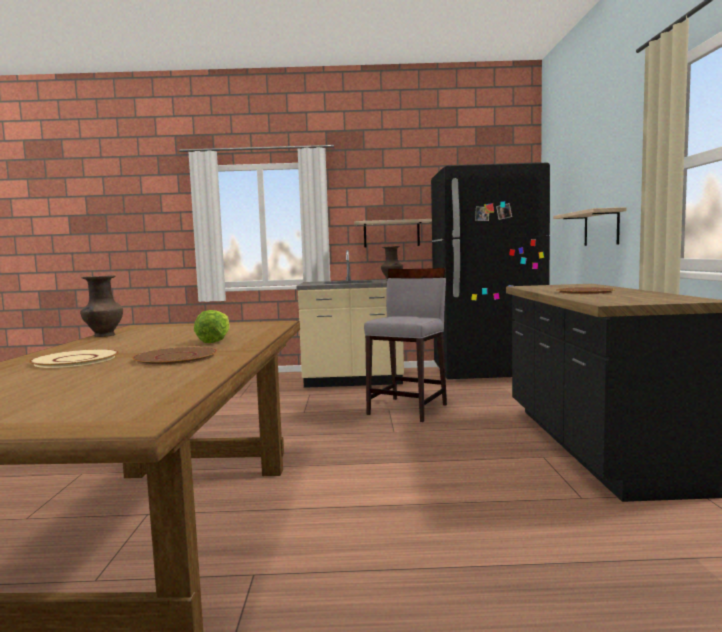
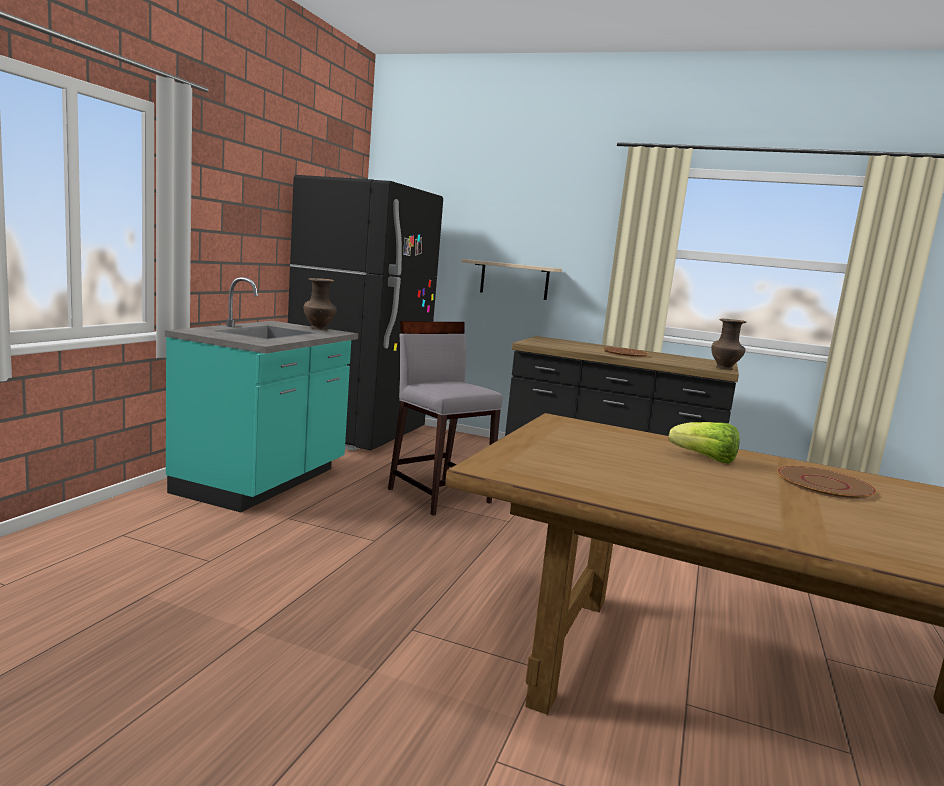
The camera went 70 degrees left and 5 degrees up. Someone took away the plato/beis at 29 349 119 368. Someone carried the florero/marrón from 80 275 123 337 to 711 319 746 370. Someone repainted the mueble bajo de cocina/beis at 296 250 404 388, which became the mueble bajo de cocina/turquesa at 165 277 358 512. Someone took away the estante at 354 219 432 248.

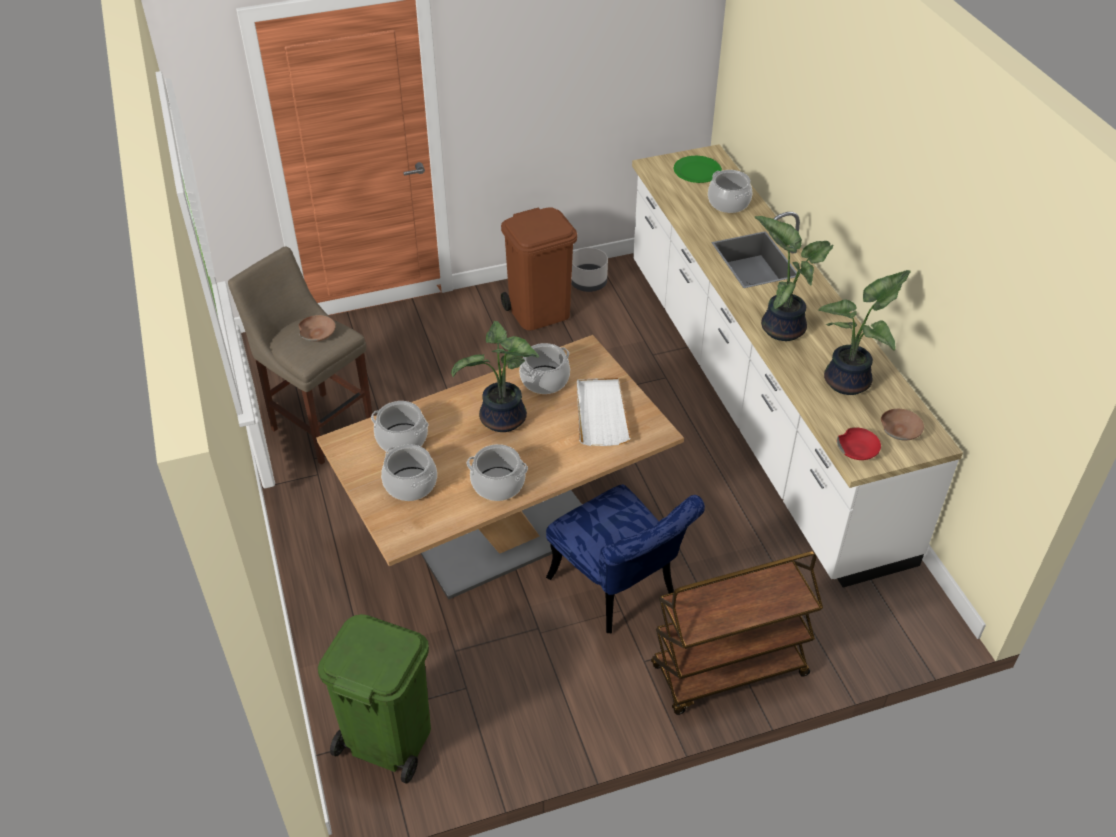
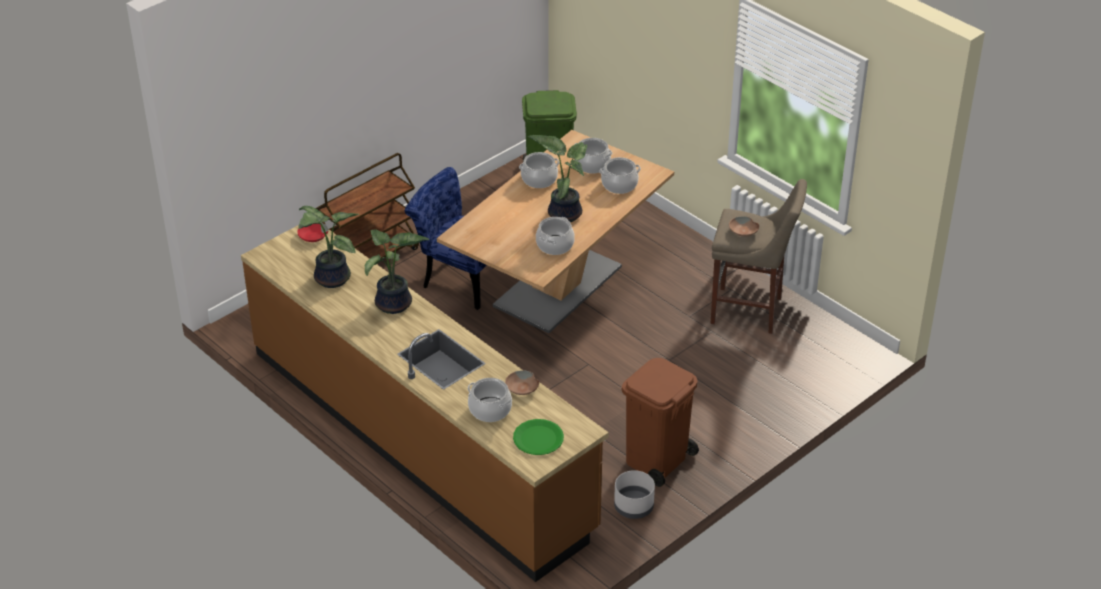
The camera went 155 degrees right and 5 degrees down. Someone took away the bandeja/blanco at 577 378 631 446. Someone repainted the mueble bajo de cocina/blanco at 632 144 963 588, which became the mueble bajo de cocina/marrón at 241 225 609 582. Someone carried the cuenco/marrón from 881 409 924 440 to 505 370 539 395.

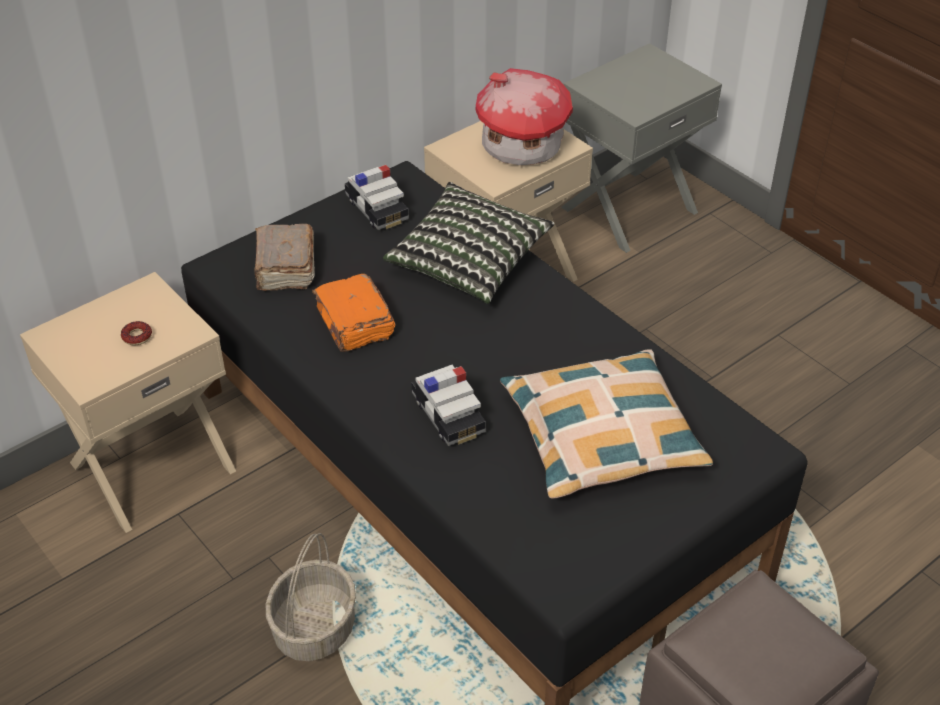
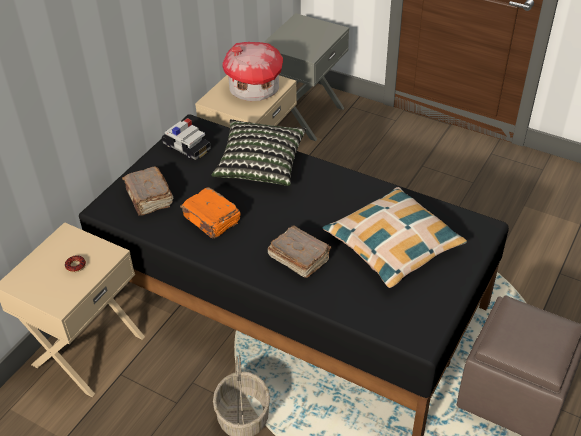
The camera went 20 degrees left and 0 degrees up. Someone swapped the coche de juguete at 412 365 486 446 for the libro/marrón at 268 225 332 278.

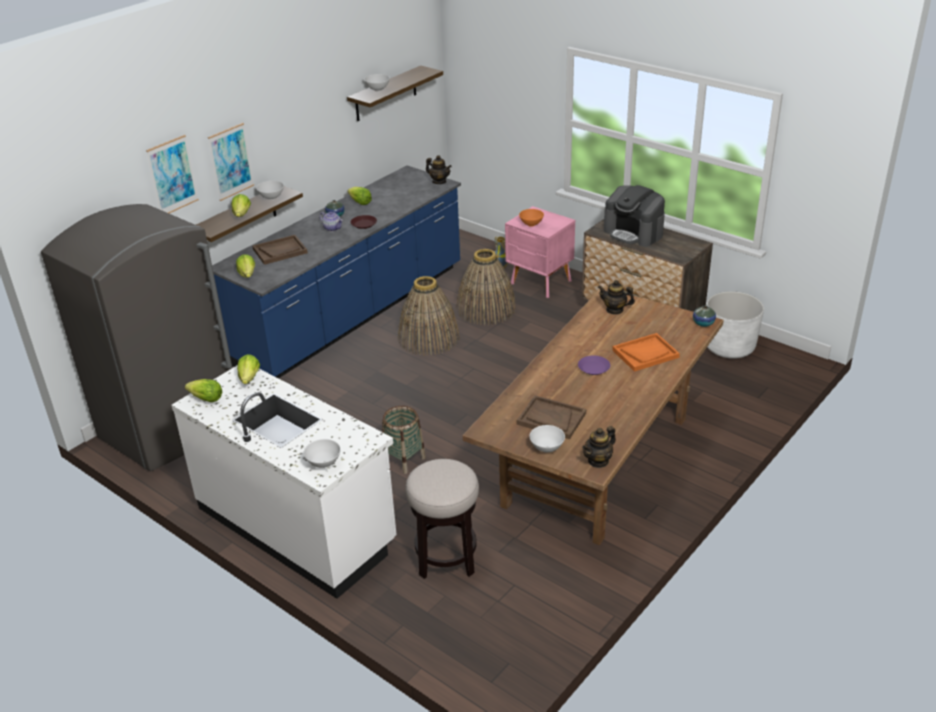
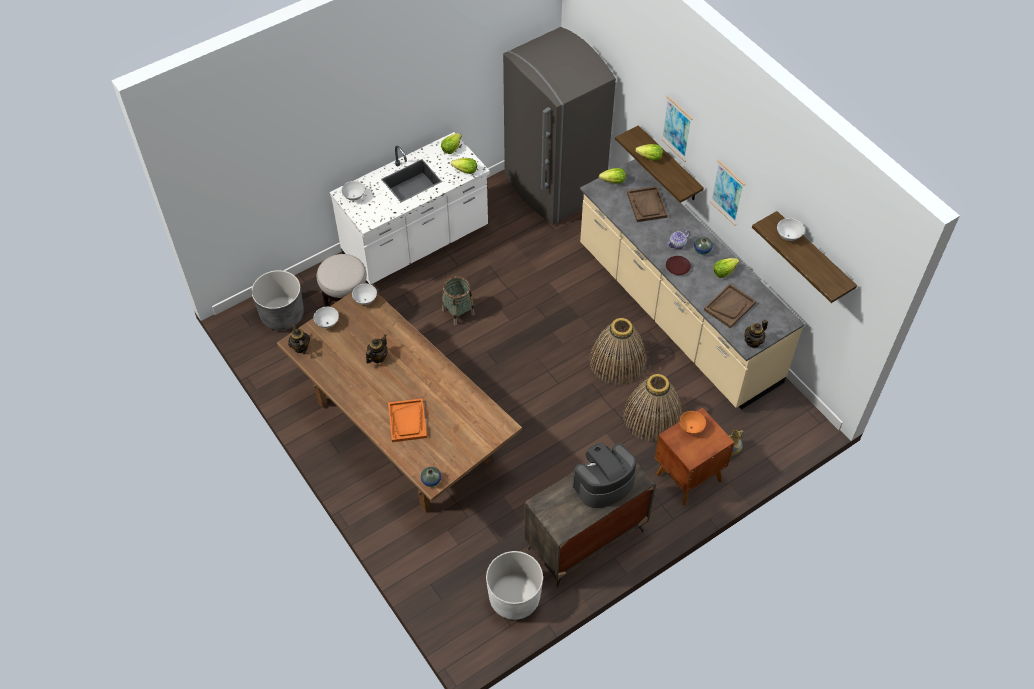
The camera went 105 degrees right and 20 degrees up. Someone carried the cuadro from 146 135 199 213 to 710 160 745 226. Someone repainted the mueble bajo de cocina/azul at 212 165 461 378, which became the mueble bajo de cocina/beis at 580 159 805 409. Someone carried the cuenco/blanco from 256 181 284 200 to 352 284 377 305. Someone repainted the mesita de noche/rosa at 505 206 575 298, which became the mesita de noche/marrón at 655 407 735 506. Someone carried the bandeja/marrón from 517 395 586 439 to 704 284 756 329. Someone took away the plato/morado at 578 356 610 375. Someone carried the tetera from 598 280 635 315 to 366 334 388 363. Someone put down the maceta/gris at 251 270 304 330.

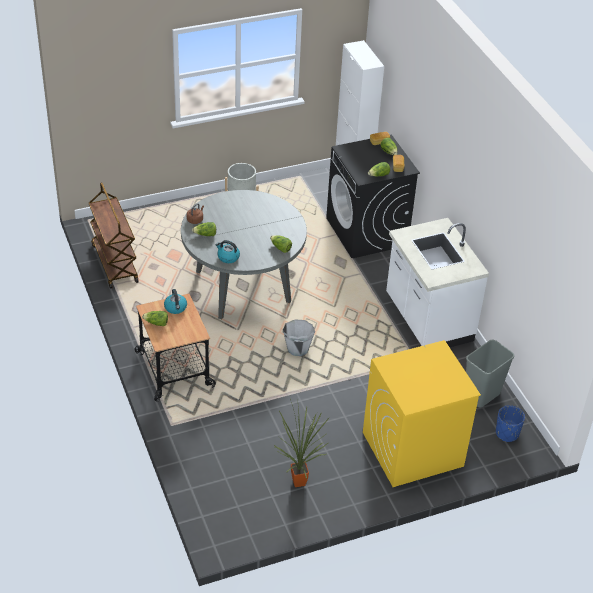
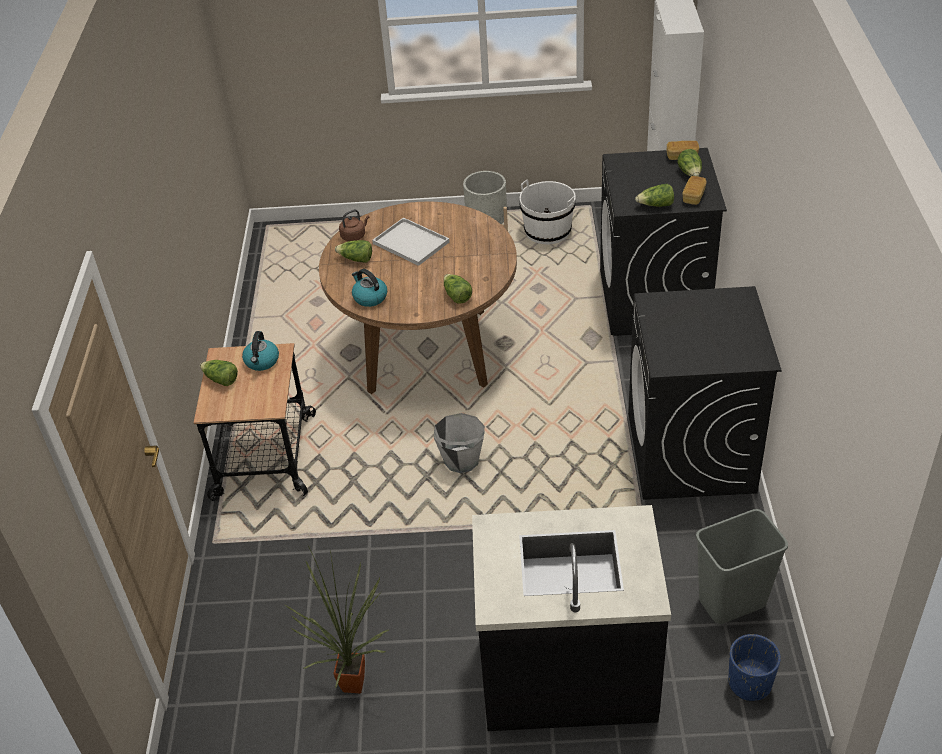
The camera went 25 degrees right and 0 degrees up. Someone took away the carrito/marrón at 89 182 138 289. Someone repainted the mesa de comedor/gris at 181 190 307 320, which became the mesa de comedor/marrón at 319 201 517 394. Someone swapped the lavadora/amarillo at 363 340 481 487 for the mueble bajo de cocina/negro at 472 505 671 731. Someone swapped the mueble bajo de cocina/blanco at 386 218 489 347 for the lavadora/negro at 628 286 782 500. Someone put down the bandeja/blanco at 372 217 450 266. Someone put down the cubo/blanco at 520 179 576 244.

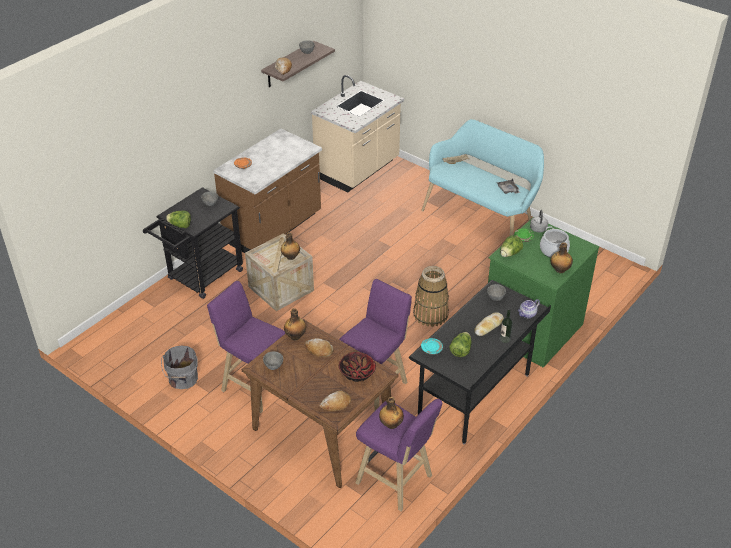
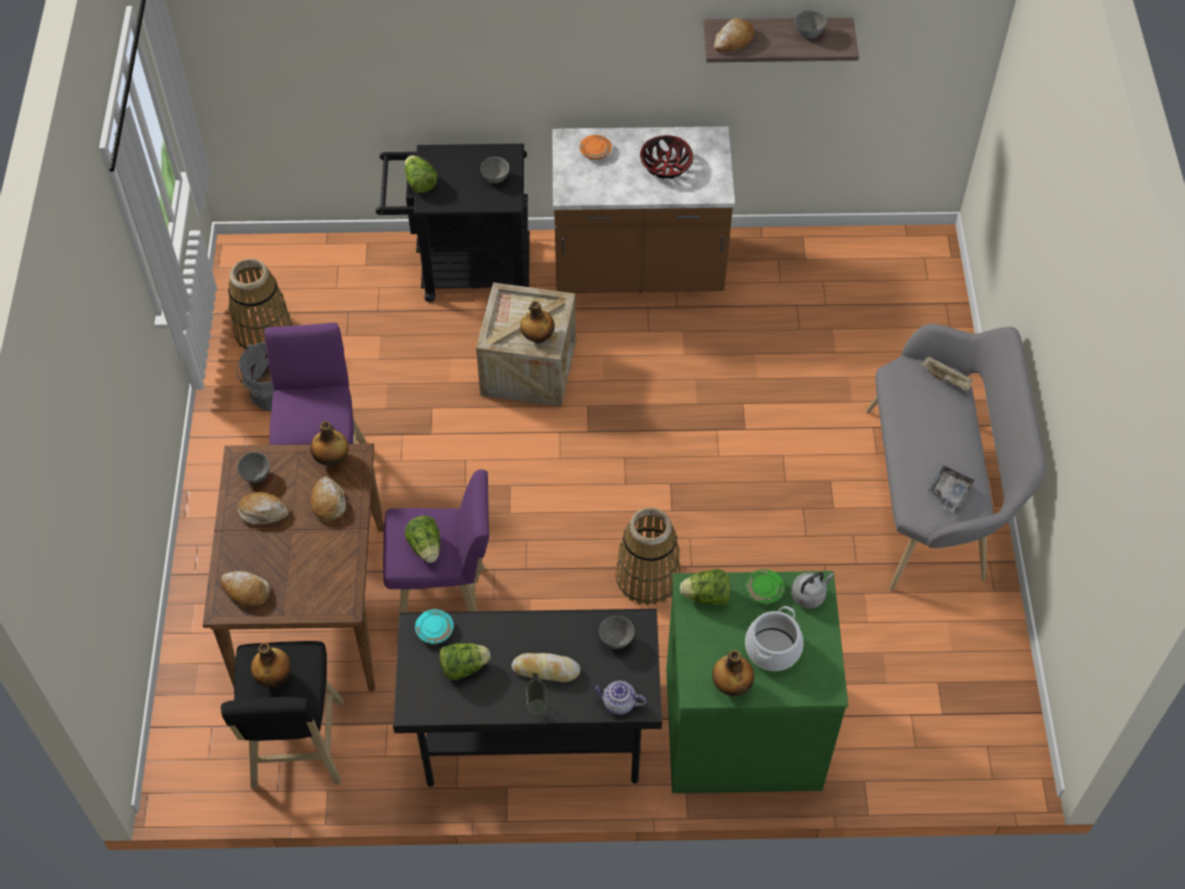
The camera went 50 degrees right and 15 degrees up. Someone took away the mueble bajo de cocina/beis at 311 75 404 193. Someone carried the cuenco from 339 352 376 382 to 640 135 693 179. Someone repainted the taburete/morado at 356 399 442 511, which became the taburete/negro at 221 641 344 789. Someone repainted the banco/turquesa at 421 119 544 236, which became the banco/gris at 866 324 1045 591. Someone put down the cesta at 228 258 293 351. Someone put down the pan at 237 492 289 524. Someone put down the lechuga at 405 516 440 563.

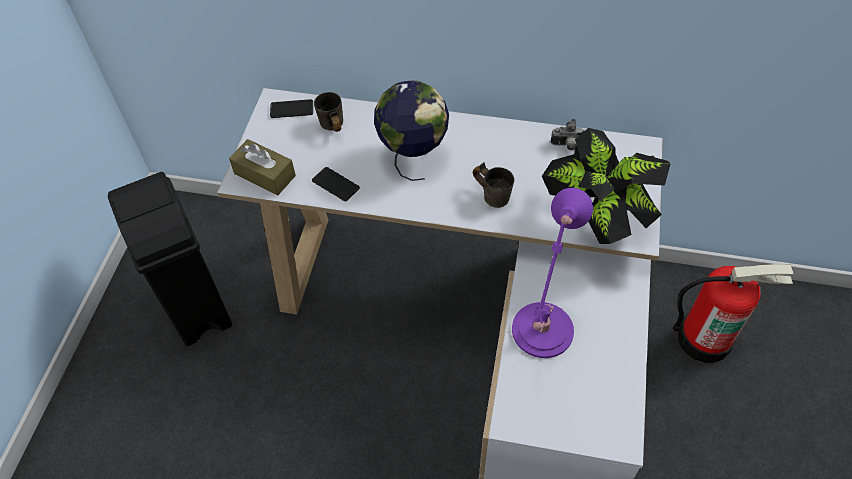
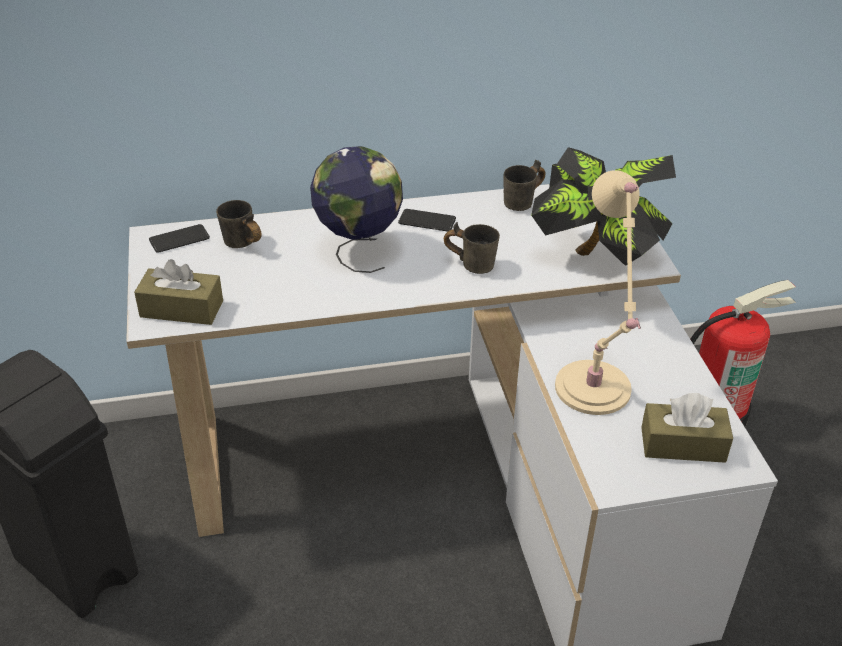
The camera went 25 degrees left and 15 degrees down. Someone carried the móvil from 312 167 360 201 to 398 209 456 232. Someone repainted the lámpara de mesa/morado at 512 188 593 358, which became the lámpara de mesa/beis at 555 170 641 415. Someone swapped the cámara at 551 119 585 150 for the taza grande/gris at 504 160 546 211. Someone put down the caja de pañuelos/marrón at 641 393 733 463.

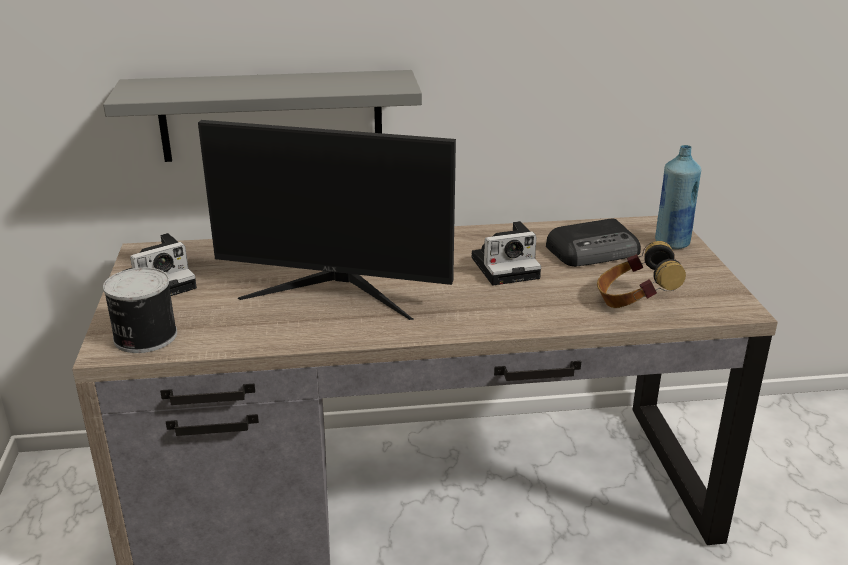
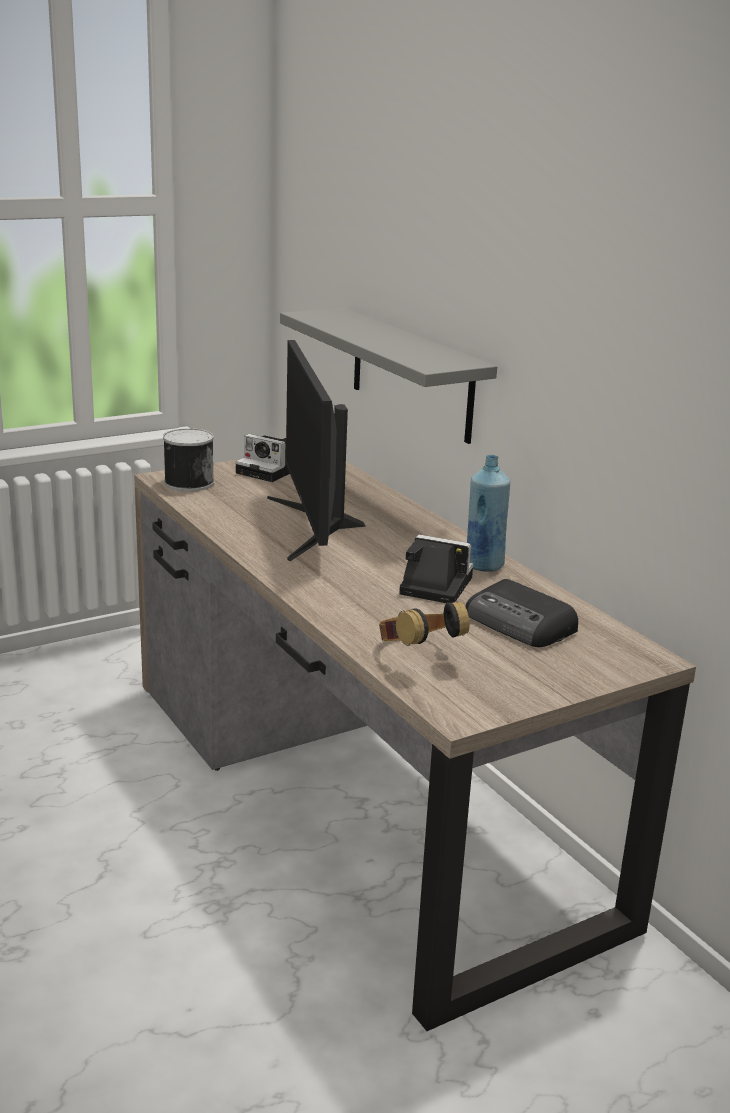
The camera went 65 degrees right and 5 degrees down. Someone rotated the cámara at 472 221 541 285 by 150 degrees clockwise. Someone carried the botella/azul from 655 145 701 249 to 467 455 510 572.

